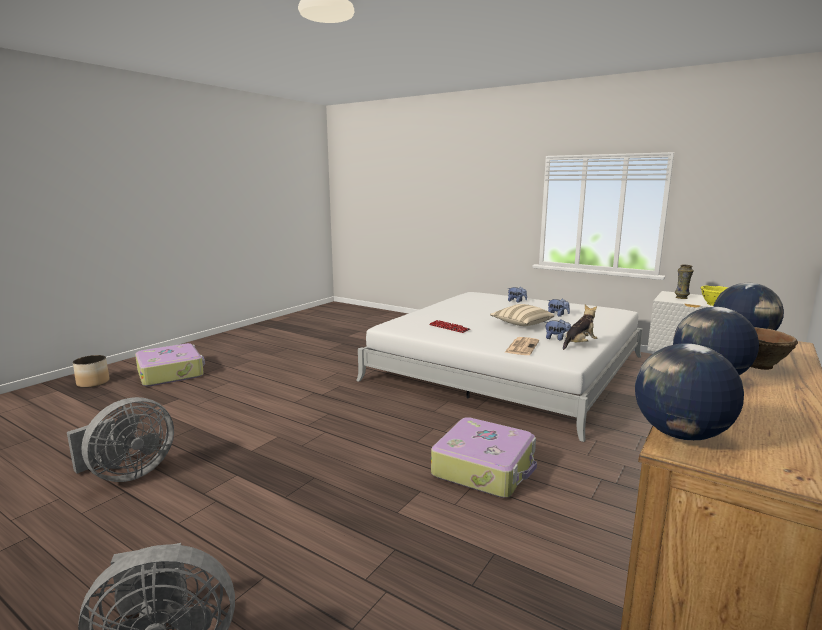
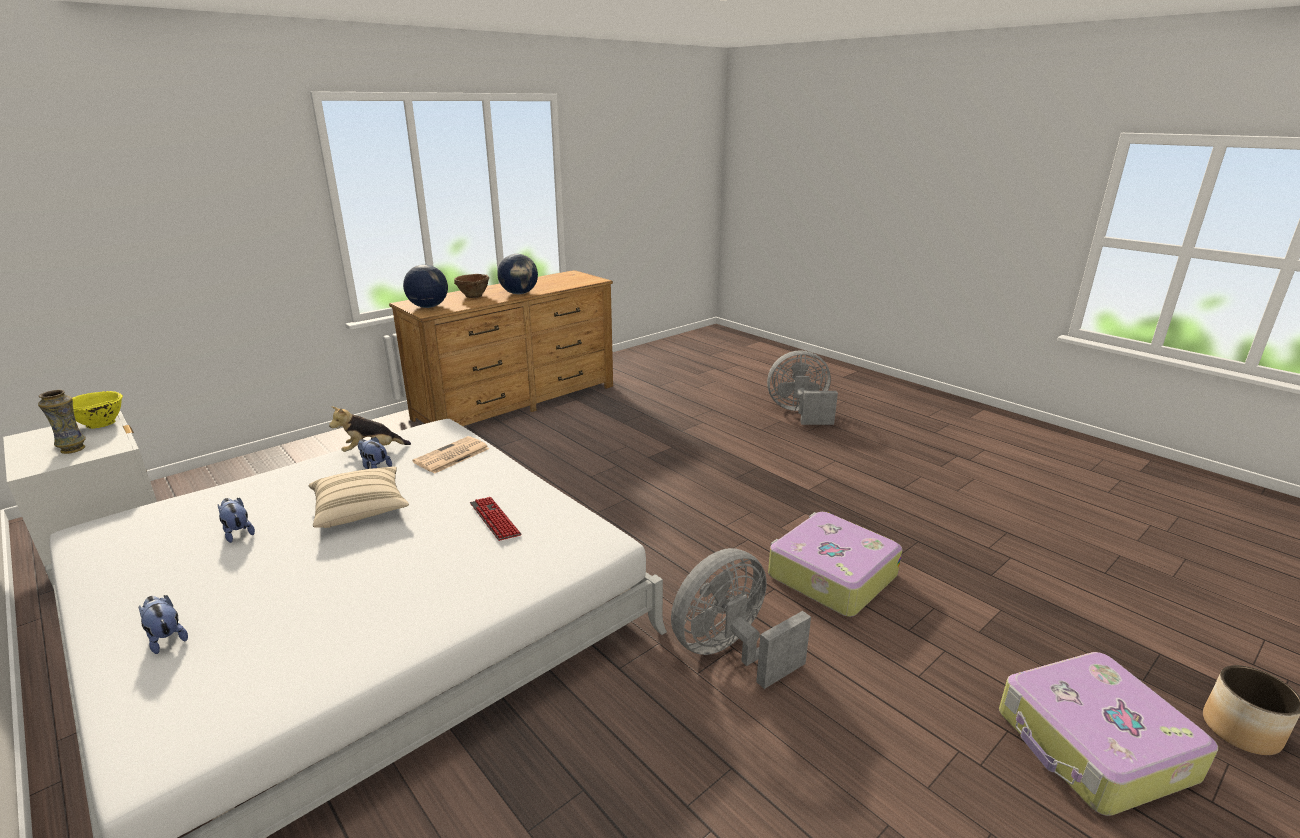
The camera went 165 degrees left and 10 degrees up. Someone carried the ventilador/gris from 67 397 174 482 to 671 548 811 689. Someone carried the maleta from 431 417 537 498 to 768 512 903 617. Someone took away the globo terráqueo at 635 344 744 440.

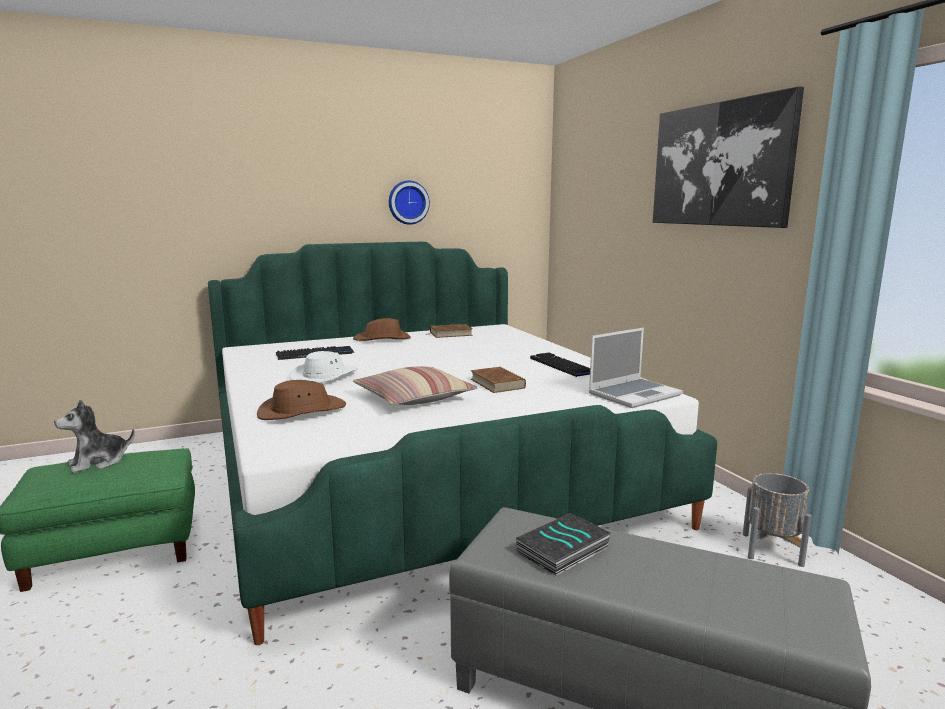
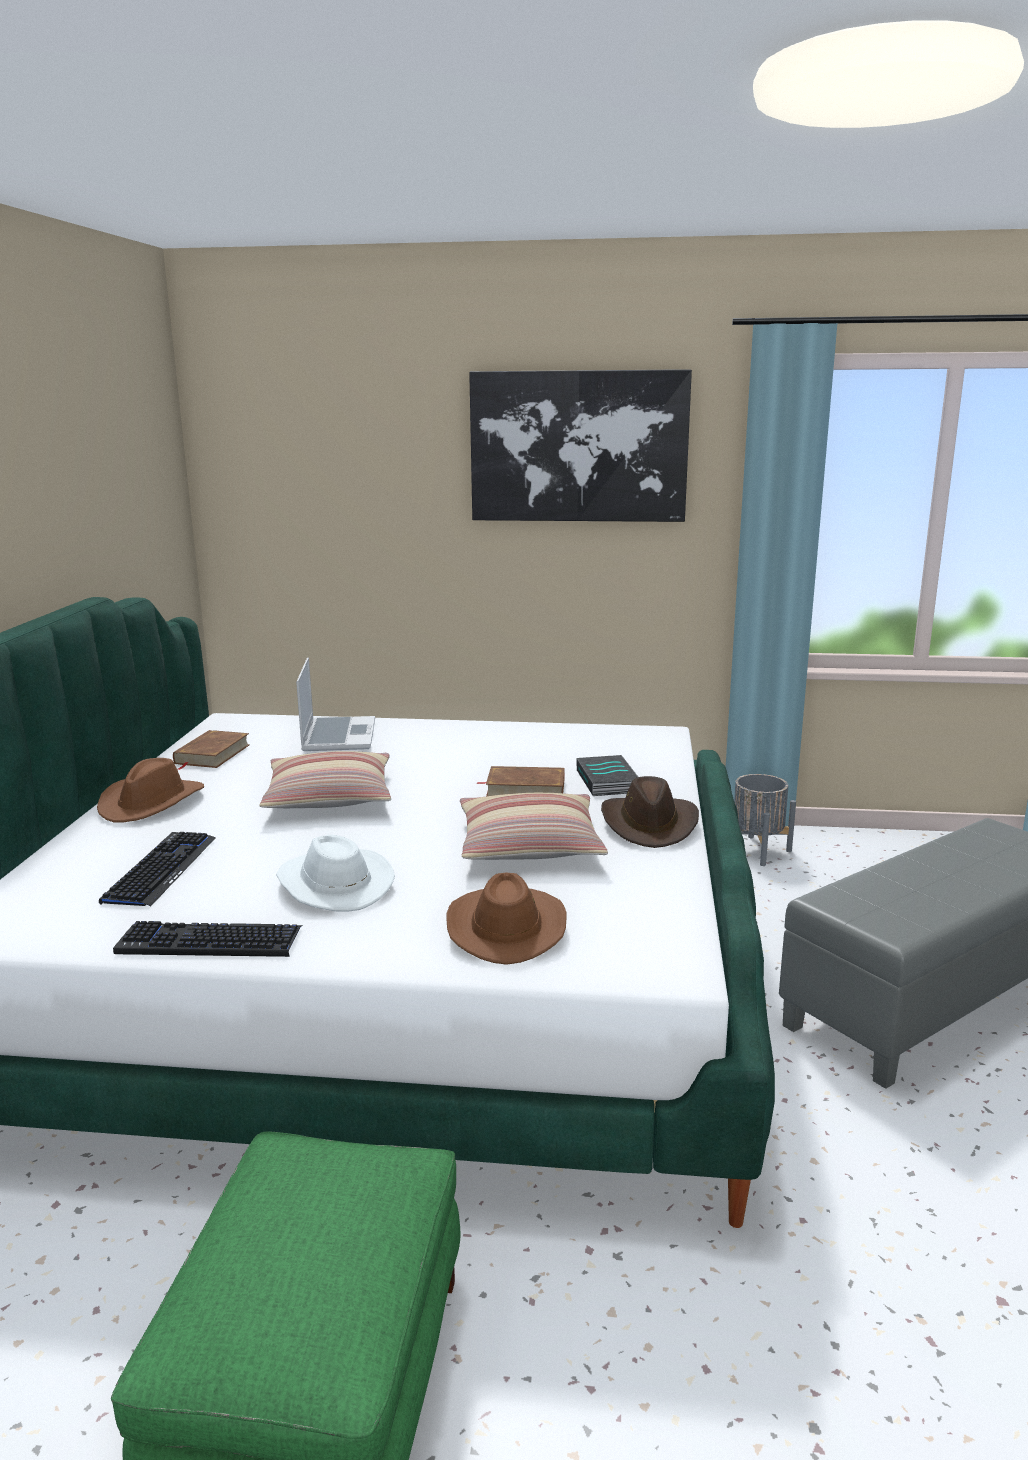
The camera went 60 degrees left and 5 degrees up. Someone took away the peluche at 54 400 135 473. Someone took away the reloj de pared at 389 180 430 225. Someone carried the libro from 516 513 611 576 to 576 755 638 796. Someone carried the teclado from 530 353 590 377 to 113 921 303 957. Someone carried the portátil from 589 328 683 408 to 296 657 375 751. Someone put down the cojín at 259 751 391 808. Someone put down the sombrero/marrón at 601 776 699 848.

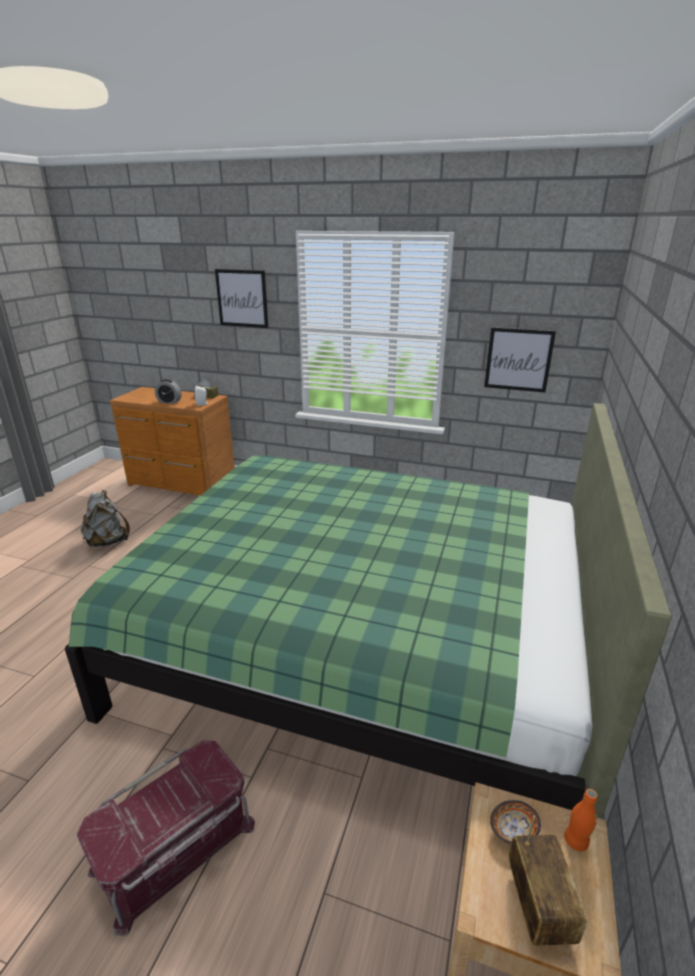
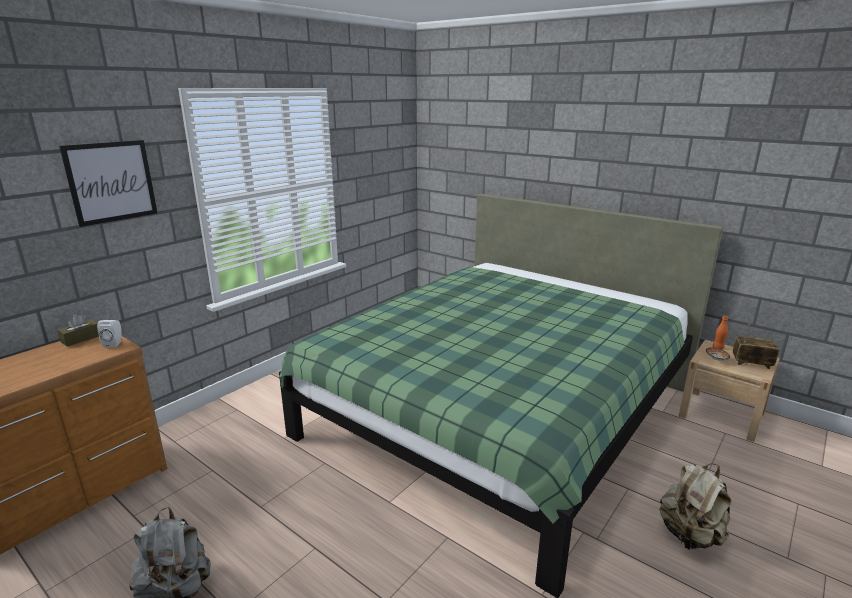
The camera went 70 degrees left and 5 degrees down. Someone swapped the caja de almacenaje/rojo at 77 740 255 936 for the mochila/beis at 659 464 731 550. Someone took away the despertador at 155 379 181 404. Someone took away the cuadro at 484 327 556 392.

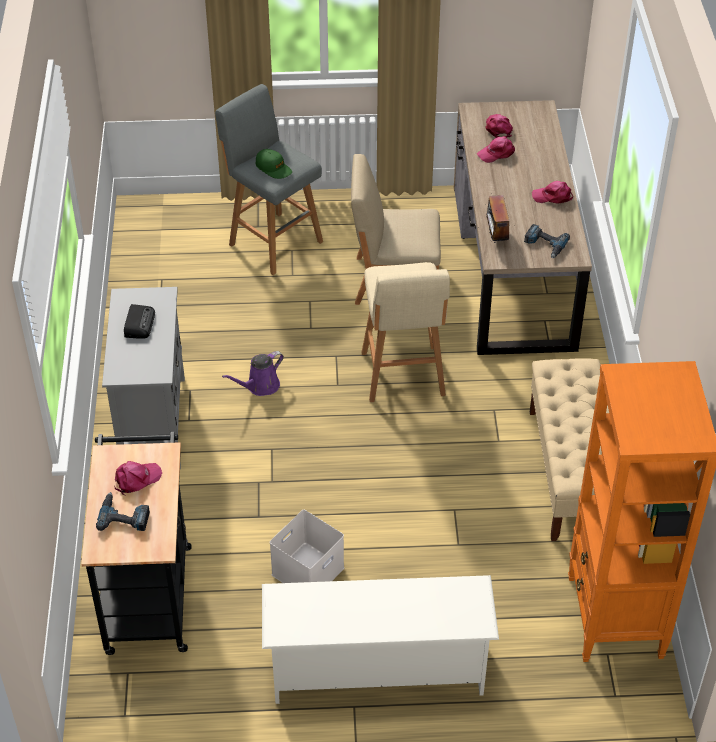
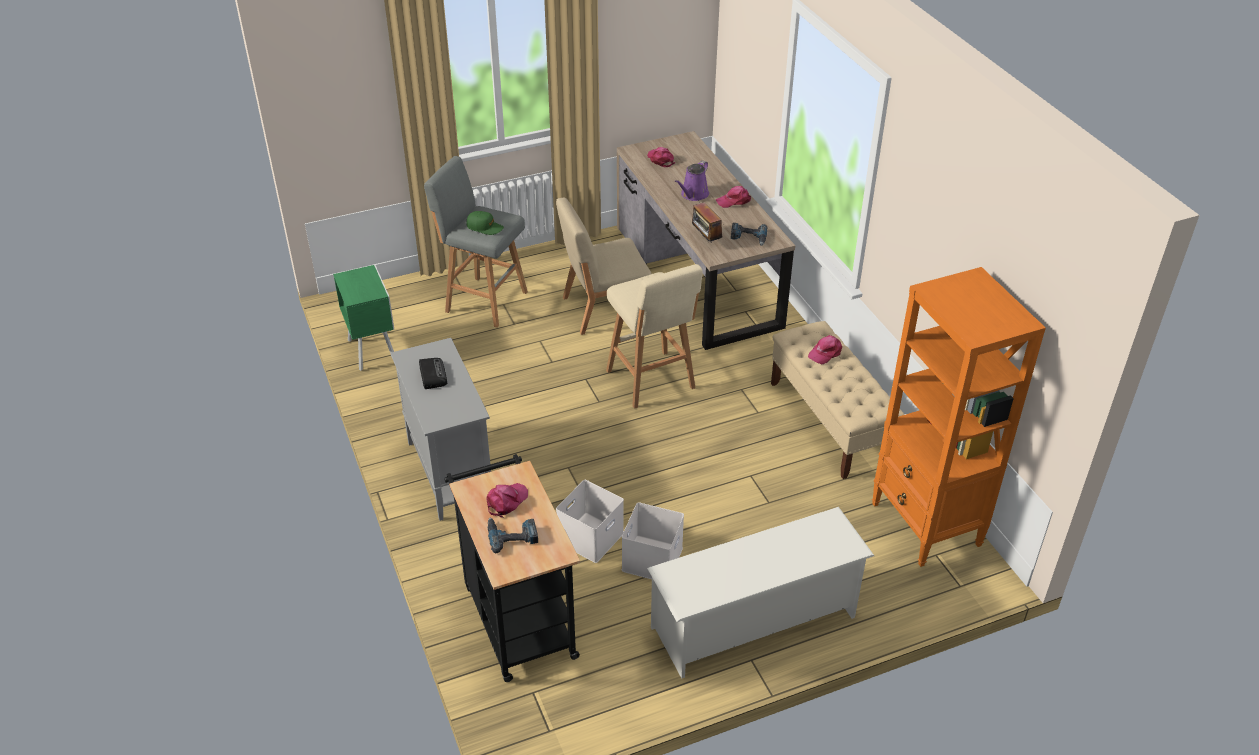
The camera went 20 degrees left and 5 degrees down. Someone carried the regadera/morado from 222 351 284 396 to 675 161 709 201. Someone carried the gorra/rosa from 477 136 515 163 to 808 335 842 364. Someone put down the mesita de noche/verde at 333 265 394 371. Someone put down the caja de almacenaje/blanco at 556 480 624 563.

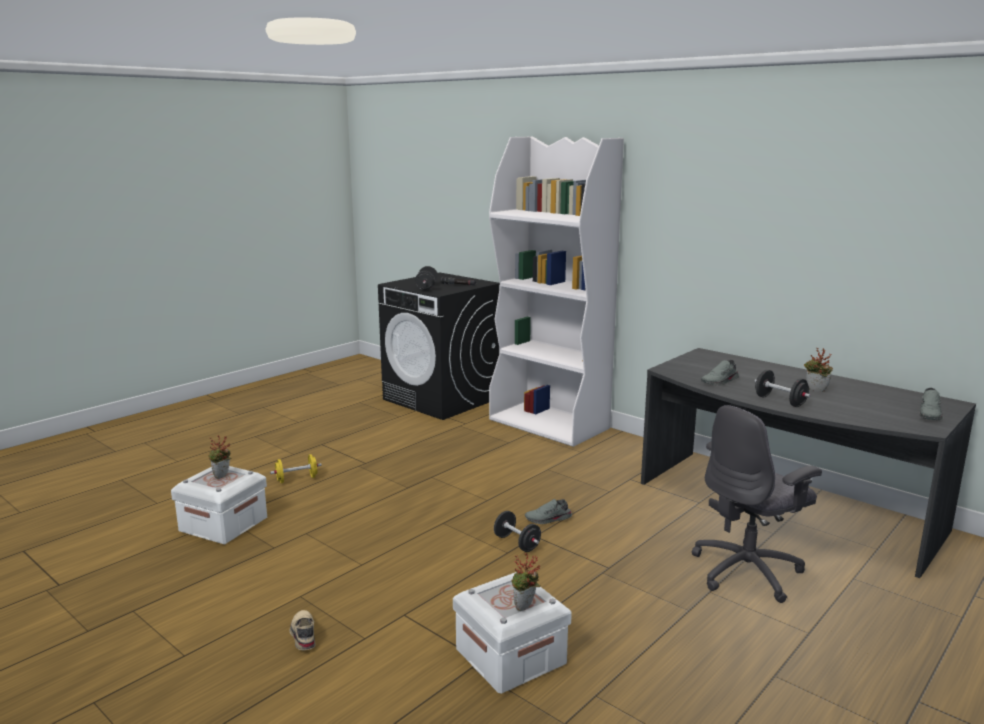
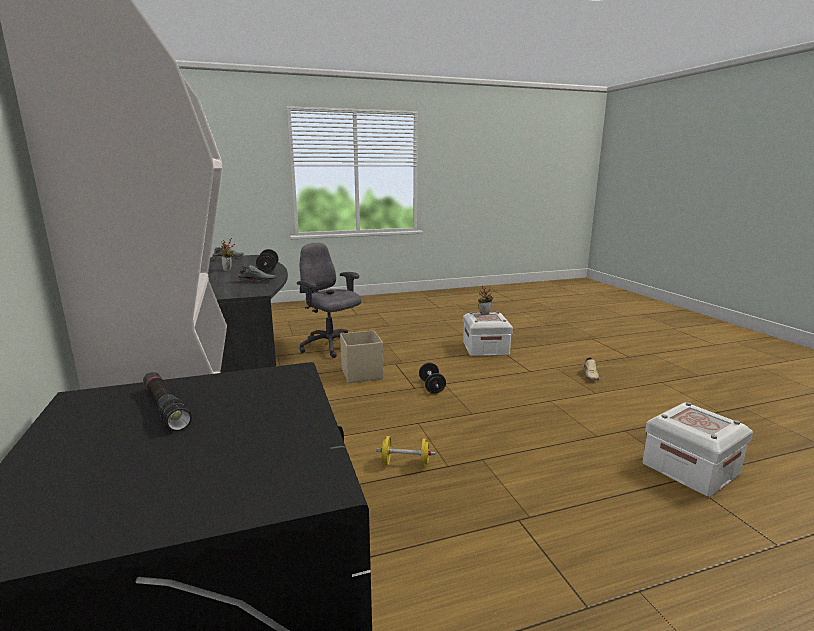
The camera went 150 degrees left and 0 degrees up. Someone took away the planta en maceta at 208 435 232 479. Someone carried the mancuerna/amarillo from 270 454 322 483 to 376 436 435 468. Someone took away the mancuerna/negro at 415 266 438 291. Someone took away the zapato/gris at 525 499 572 524. Someone rotated the silla de oficina/gris at 692 405 822 603 by 135 degrees counterclockwise. Someone put down the caja de almacenaje/beis at 340 330 383 383.

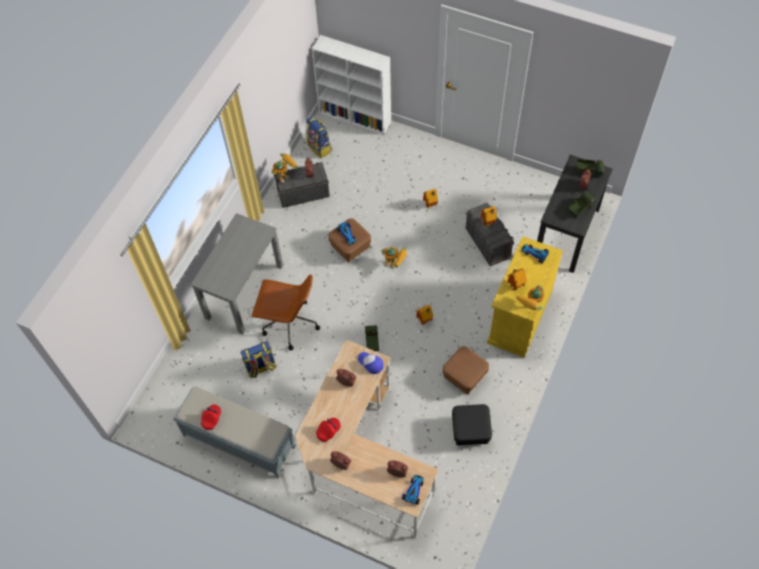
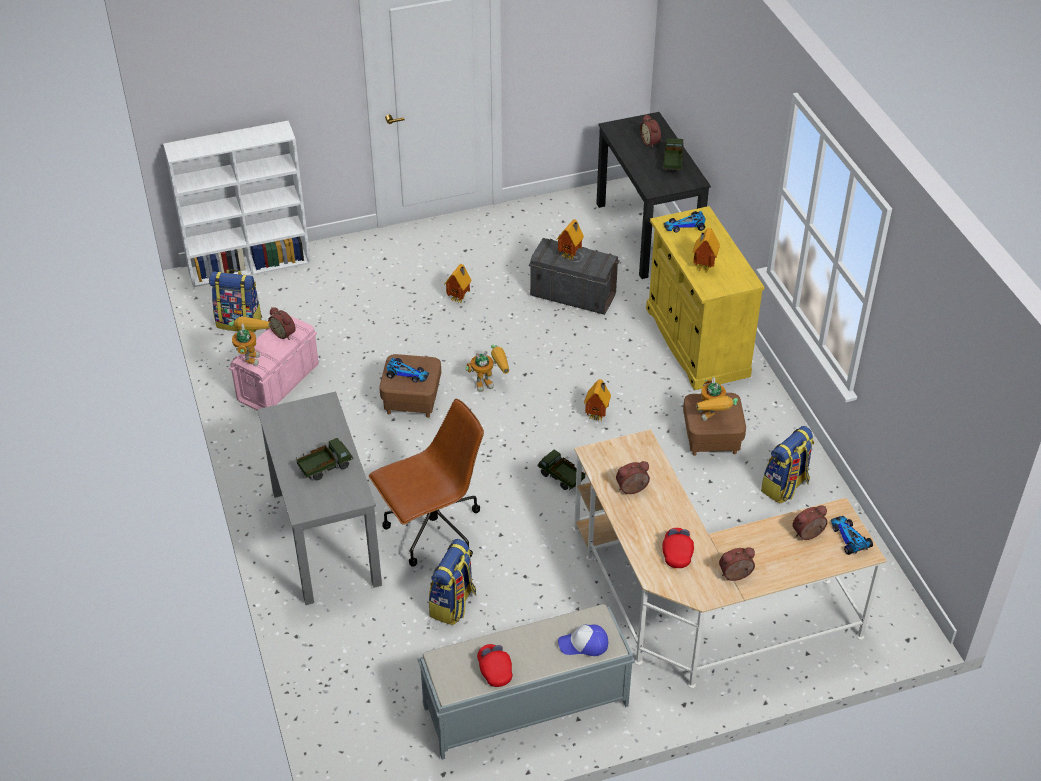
The camera went 45 degrees left and 15 degrees down. Someone repainted the caja de almacenaje/gris at 274 162 330 208, which became the caja de almacenaje/rosa at 229 315 319 410. Someone carried the gorra from 358 352 384 374 to 558 625 608 656. Someone swapped the puf/negro at 452 404 492 446 for the mochila at 761 426 814 504. Someone carried the robot de juguete from 516 285 544 311 to 696 377 738 421. Someone carried the camión de juguete from 576 159 605 177 to 296 438 353 480.

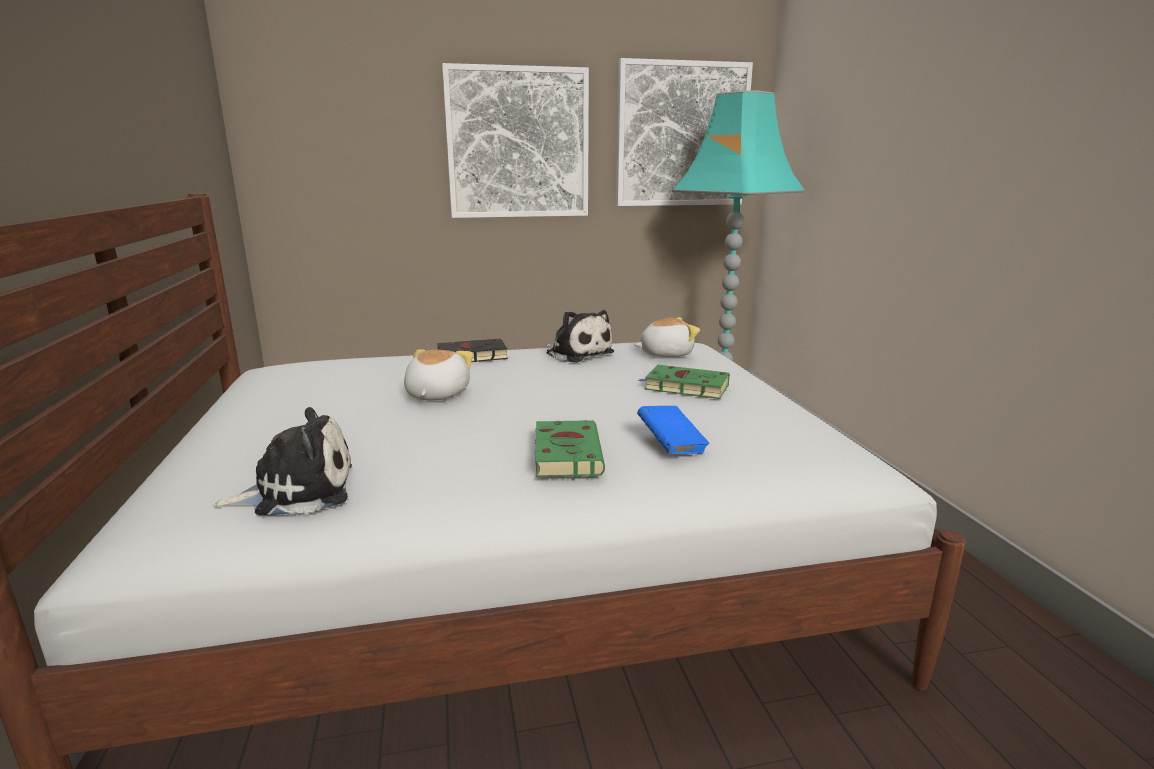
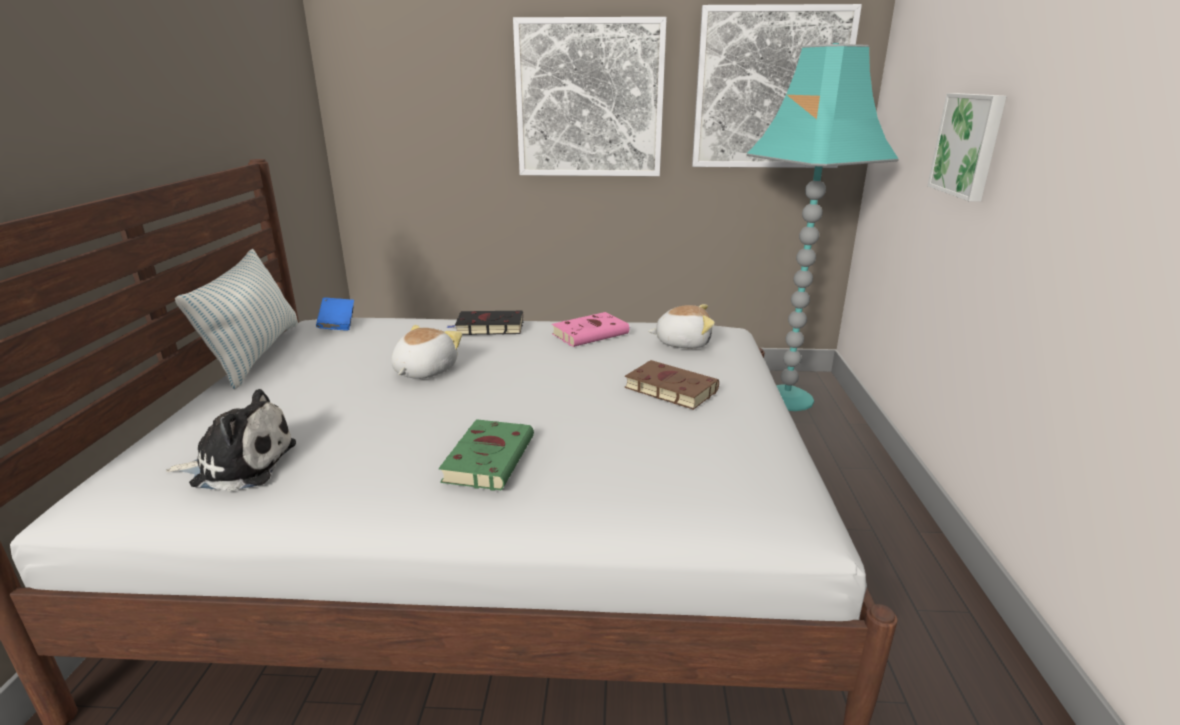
The camera went 15 degrees right and 5 degrees up. Someone swapped the peluche at 545 310 614 363 for the libro/rosa at 552 312 631 347. Someone carried the libro/azul from 637 406 709 454 to 316 298 354 331. Someone repainted the libro/verde at 638 365 730 399, which became the libro/marrón at 625 360 719 410. Someone put down the cojín at 175 249 298 389. Someone put up the cuadro at 927 93 1007 202.

